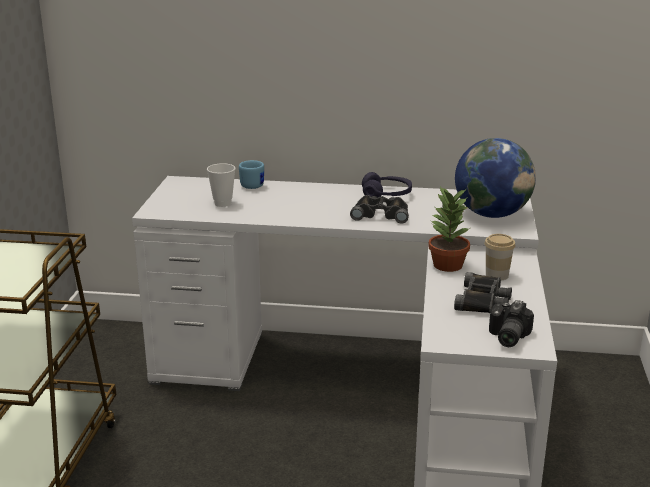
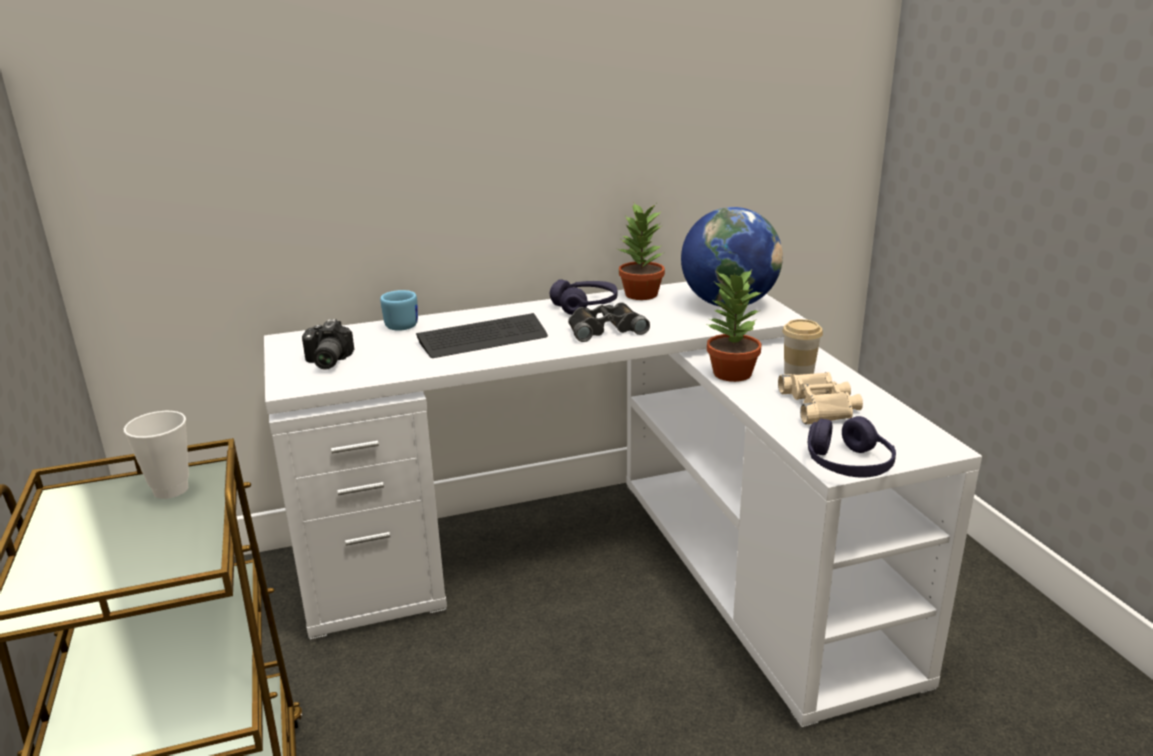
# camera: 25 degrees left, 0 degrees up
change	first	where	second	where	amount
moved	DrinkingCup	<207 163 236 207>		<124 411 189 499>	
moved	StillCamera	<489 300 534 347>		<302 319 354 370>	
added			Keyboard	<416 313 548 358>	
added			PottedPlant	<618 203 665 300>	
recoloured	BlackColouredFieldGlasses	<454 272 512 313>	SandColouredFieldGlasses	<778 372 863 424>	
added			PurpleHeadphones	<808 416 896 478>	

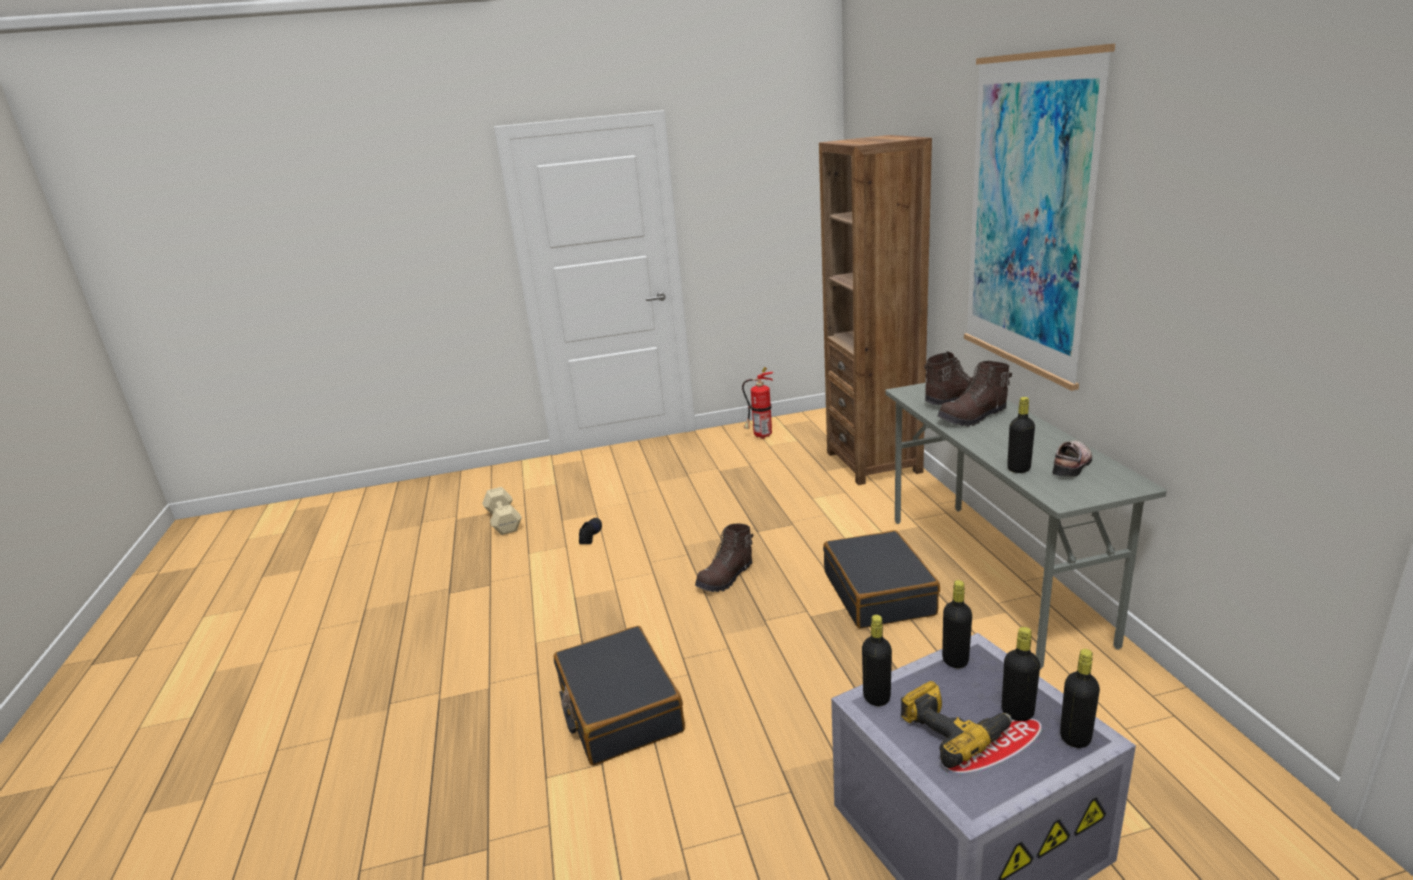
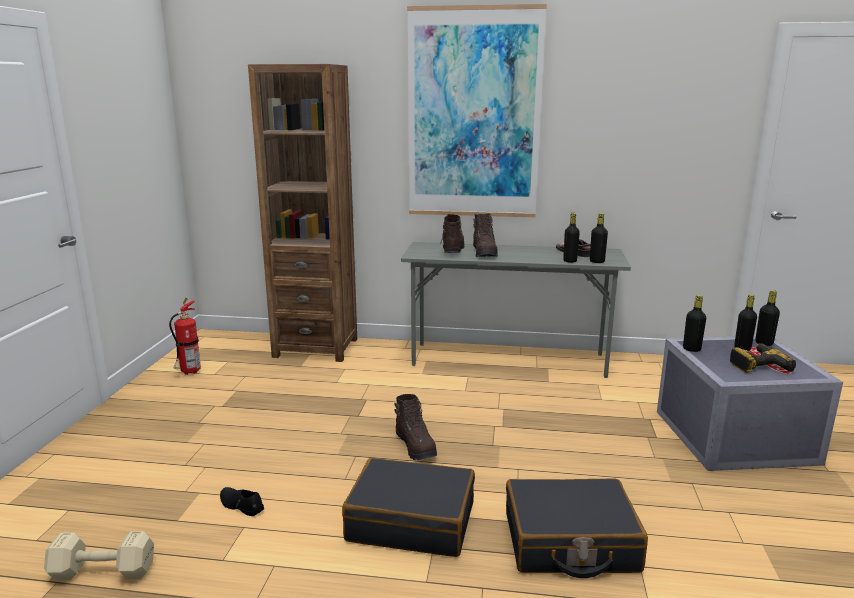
# camera: 70 degrees left, 5 degrees down
change	first	where	second	where	amount
moved	BlackColouredTravelCase	<823 530 940 628>		<342 458 475 557>	
moved	BlackColouredBeverageBottle	<862 615 892 706>		<590 213 608 263>	

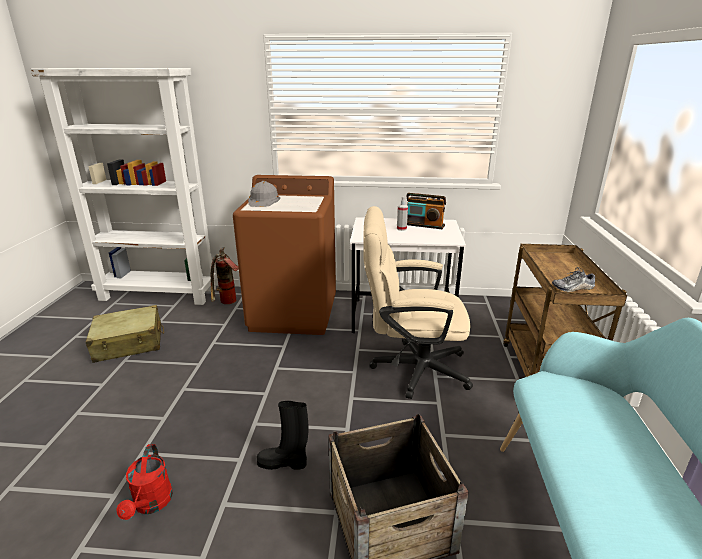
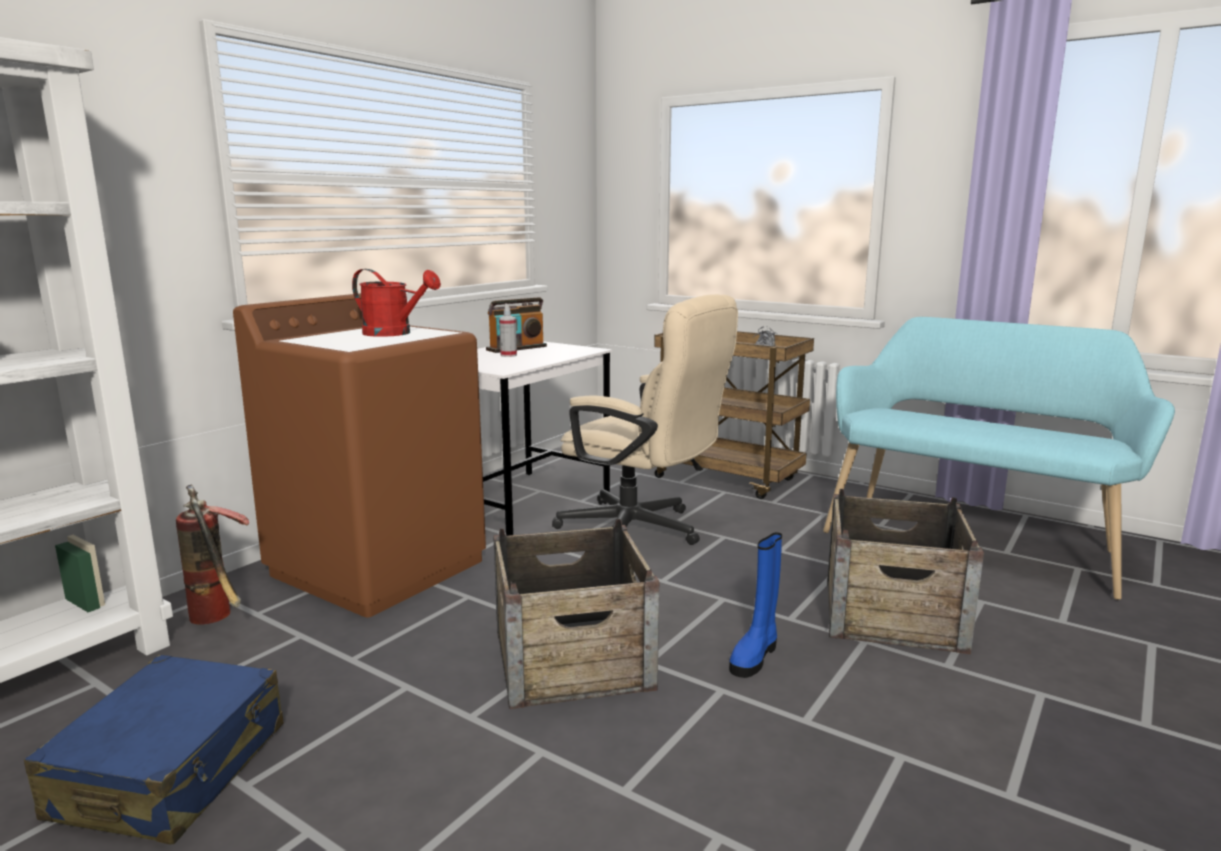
# camera: 60 degrees left, 10 degrees down
change	first	where	second	where	amount
recoloured	SandColouredTravelCase	<86 305 164 363>	BlueColouredTravelCase	<24 655 283 845>	
moved	ReddishSprinklingCan	<116 444 173 520>		<352 269 441 337>	
added			PackingCrate	<493 519 659 709>	
turned	SandColouredOfficeChair	<363 206 473 399>		<552 294 738 545>	90 degrees counterclockwise
recoloured	BlackColouredHighTopBoot	<257 401 308 470>	BlueColouredHighTopBoot	<729 532 782 678>	
removed	GreyHardHat	<248 181 280 207>			

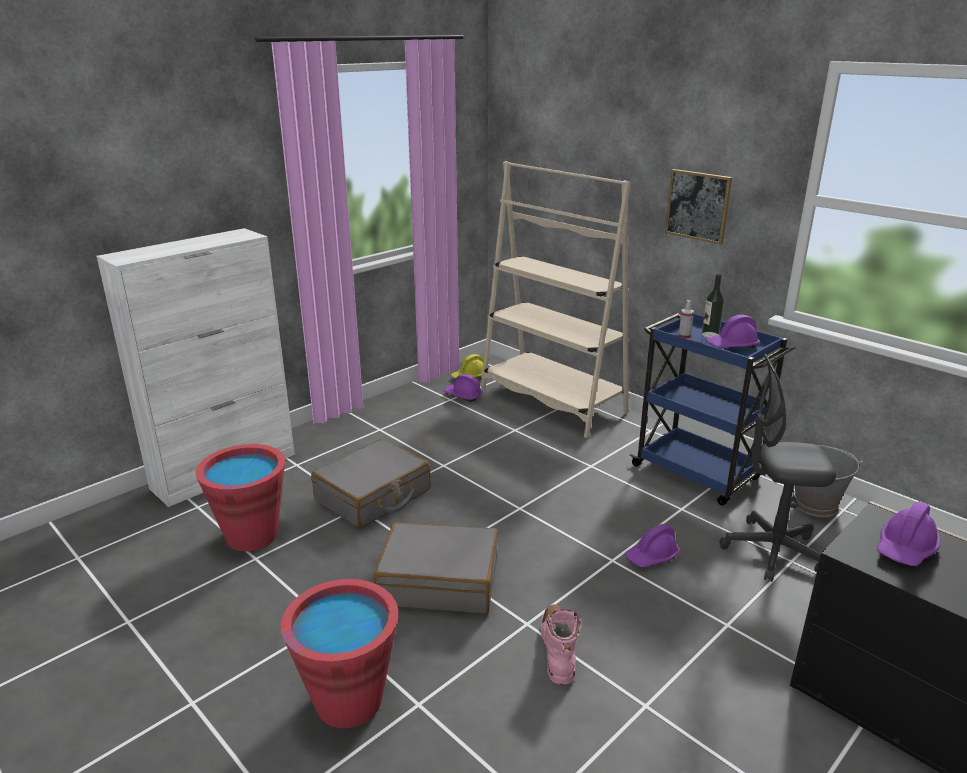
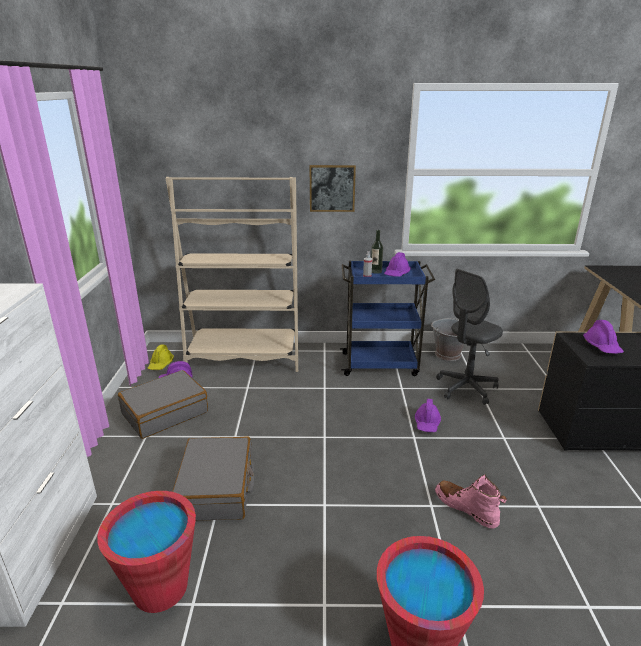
# camera: 45 degrees left, 0 degrees up
change	first	where	second	where	amount
moved	GreyTravelCase	<374 522 498 614>		<118 370 208 439>	

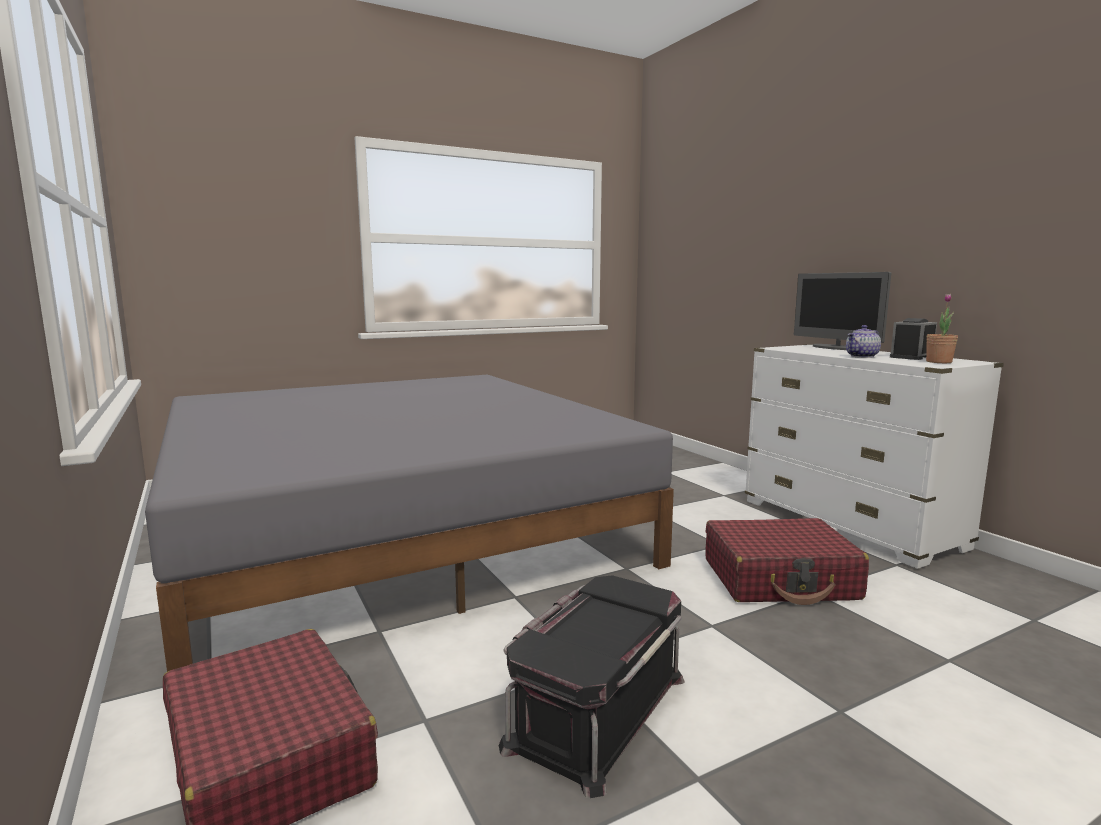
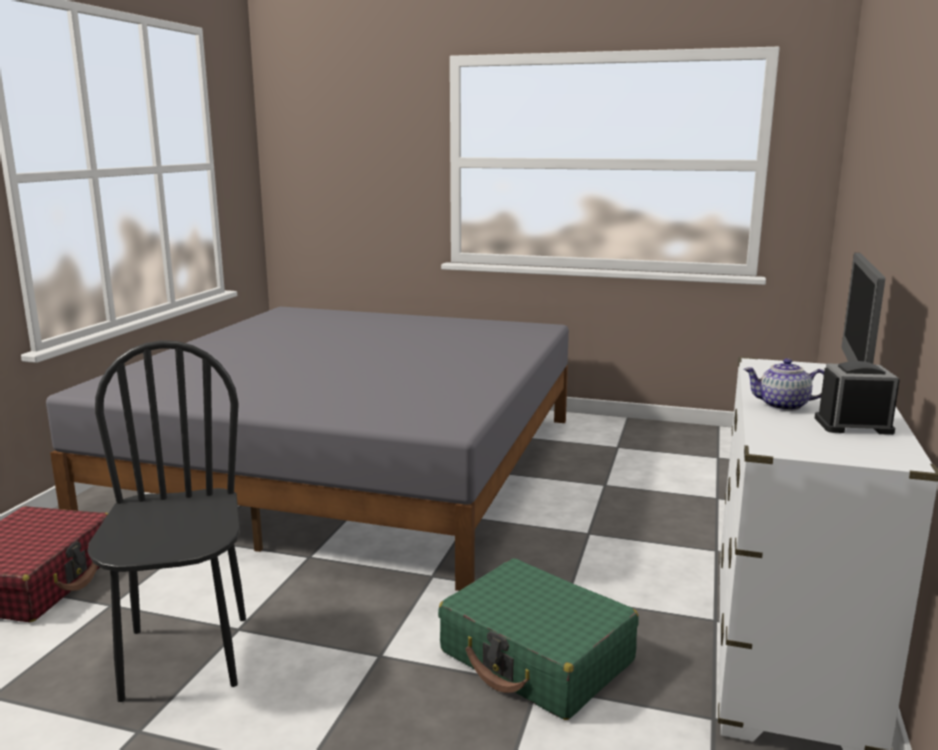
# camera: 45 degrees right, 5 degrees up
change	first	where	second	where	amount
replaced	BlackColouredStorageBin	<499 575 685 798>	BlackColouredChair	<88 340 246 702>	
recoloured	ReddishTravelCase	<705 518 869 605>	GreenColouredTravelCase	<438 558 638 720>	
removed	PottedPlant	<926 294 958 363>			

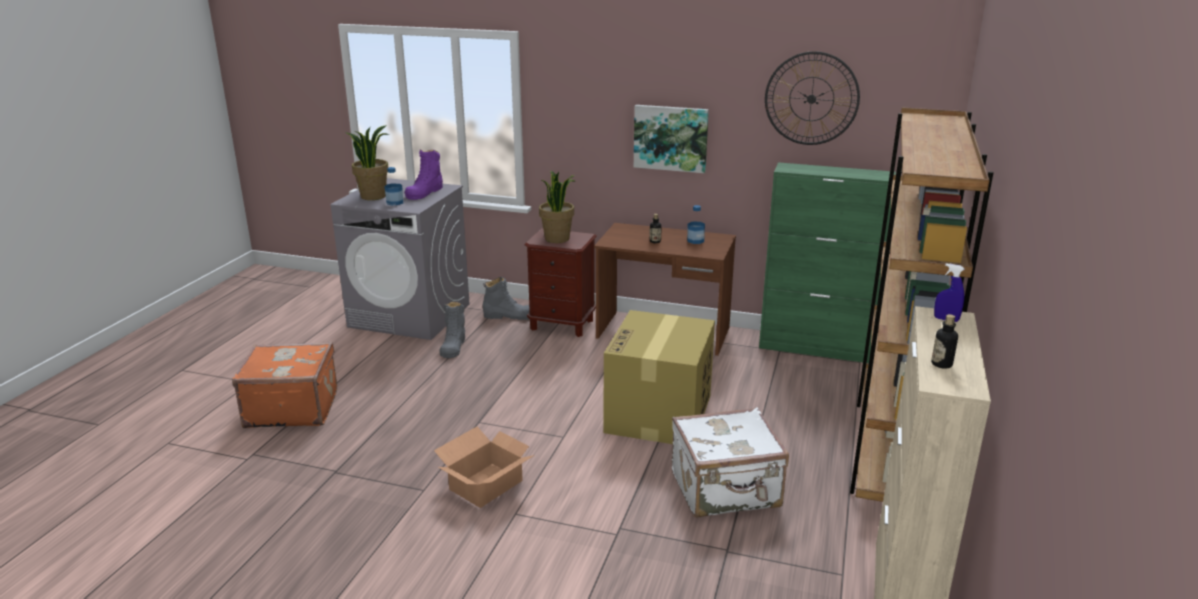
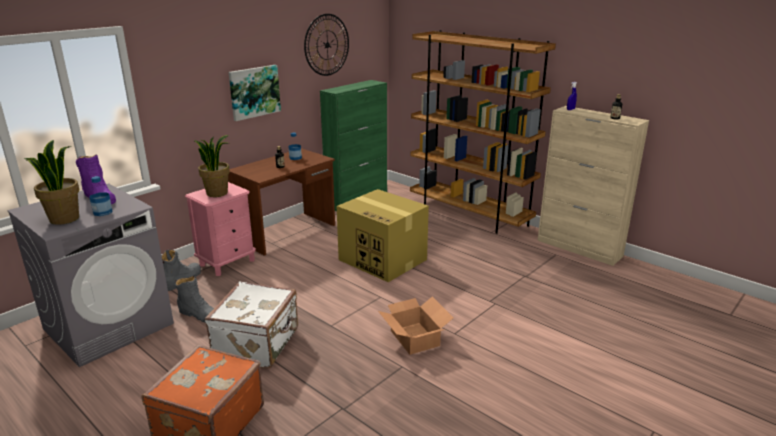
# camera: 65 degrees left, 0 degrees up
change	first	where	second	where	amount
recoloured	BrownishBedsideTable	<524 228 597 337>	PinkColouredBedsideTable	<185 182 256 276>	
moved	WhiteTravelCase	<672 407 789 518>		<205 281 298 369>	

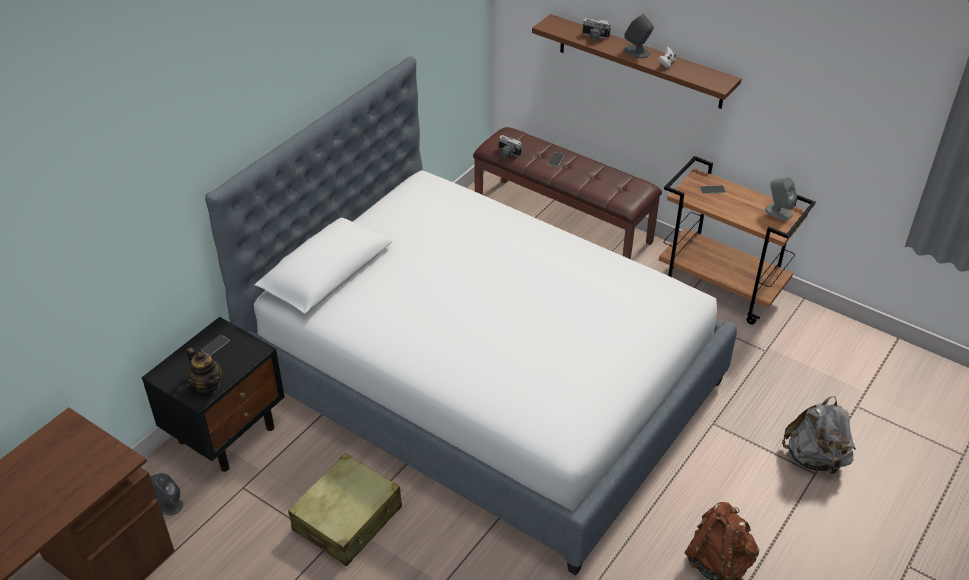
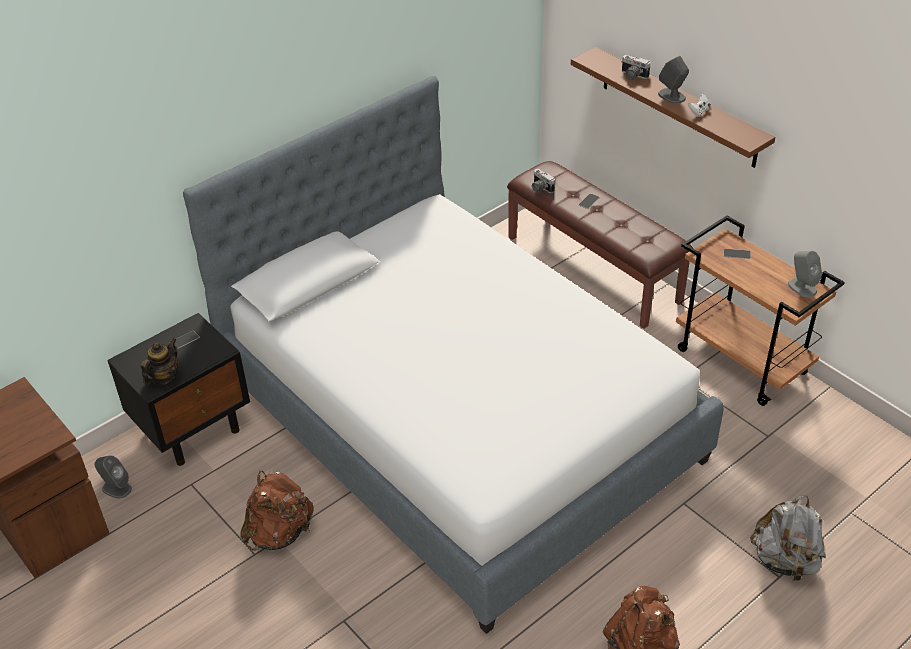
# camera: 15 degrees right, 0 degrees up
change	first	where	second	where	amount
turned	Teapot	<186 347 222 394>		<141 338 178 386>	120 degrees counterclockwise
replaced	SandColouredTravelCase	<288 453 402 566>	BrownishKnapsack	<240 471 314 551>	

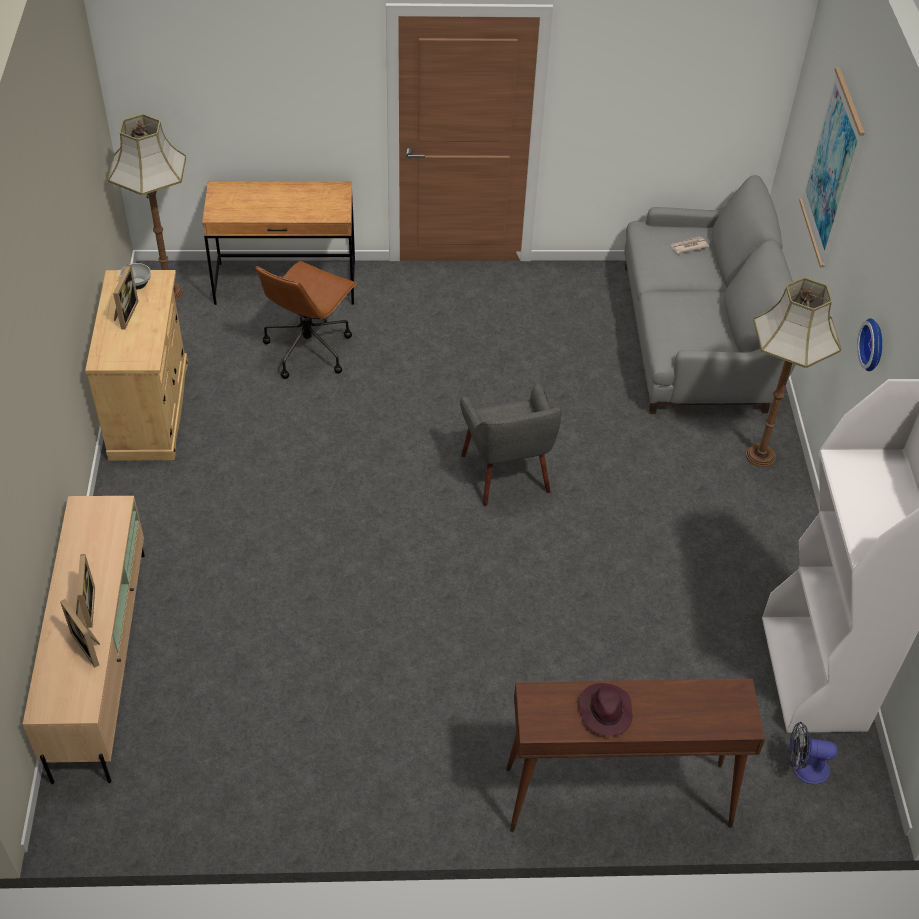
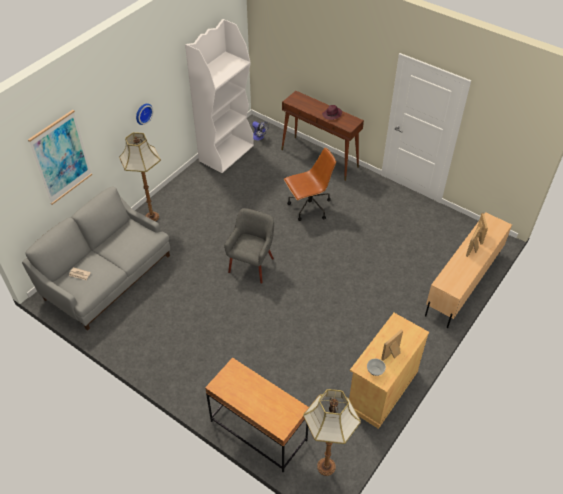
# camera: 140 degrees left, 0 degrees up
change	first	where	second	where	amount
moved	BrownishOfficeChair	<255 261 357 379>		<284 148 336 221>	

